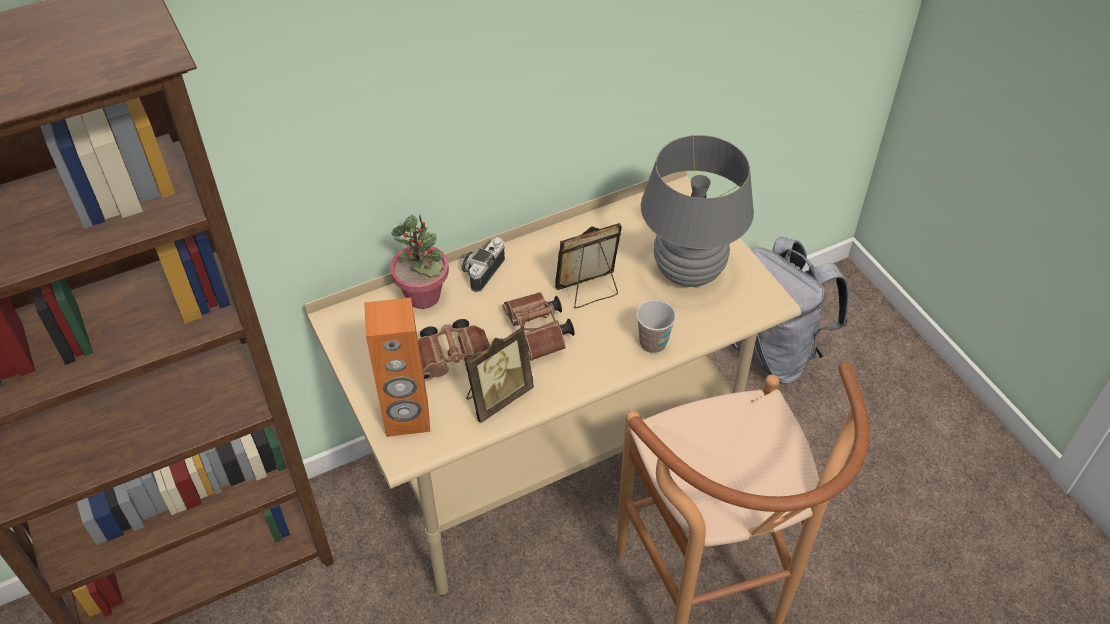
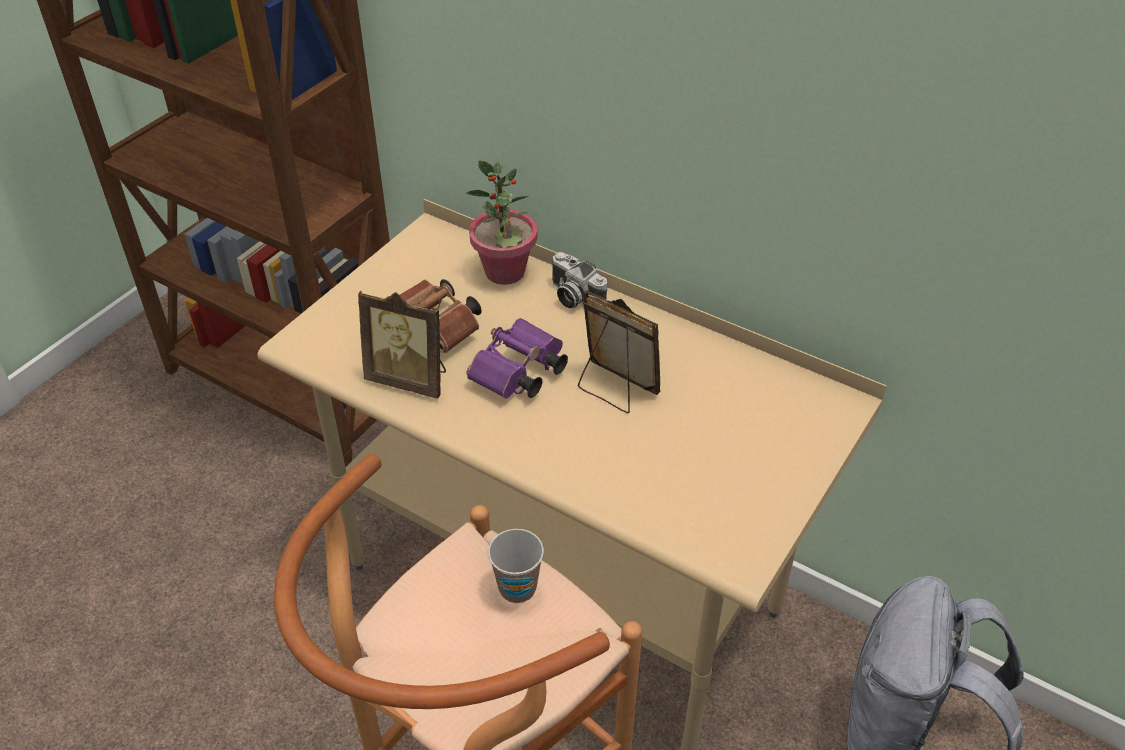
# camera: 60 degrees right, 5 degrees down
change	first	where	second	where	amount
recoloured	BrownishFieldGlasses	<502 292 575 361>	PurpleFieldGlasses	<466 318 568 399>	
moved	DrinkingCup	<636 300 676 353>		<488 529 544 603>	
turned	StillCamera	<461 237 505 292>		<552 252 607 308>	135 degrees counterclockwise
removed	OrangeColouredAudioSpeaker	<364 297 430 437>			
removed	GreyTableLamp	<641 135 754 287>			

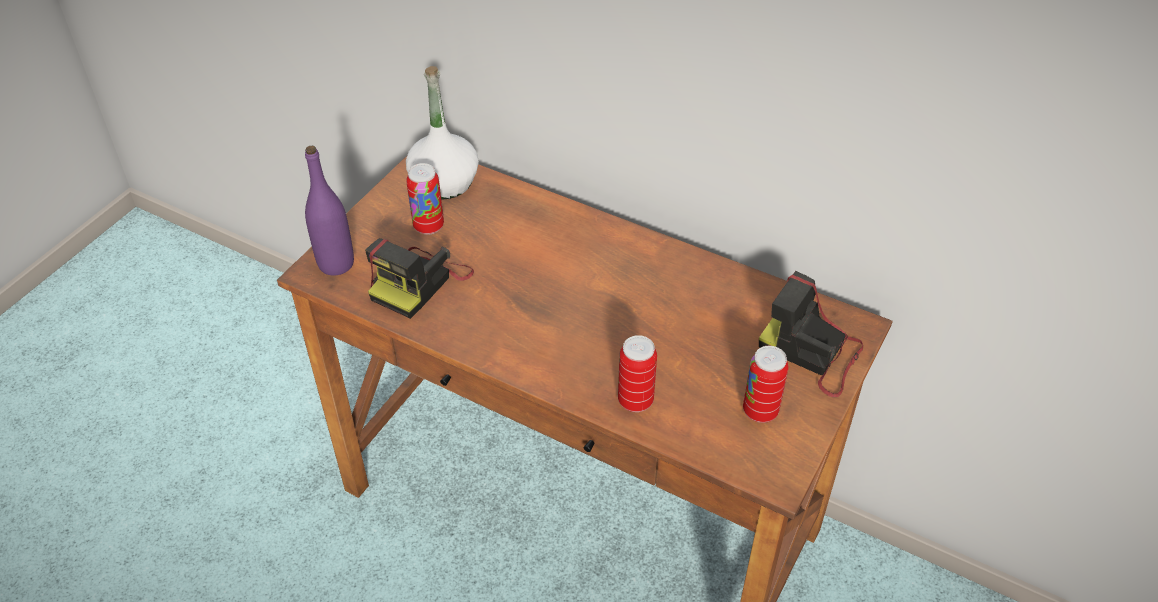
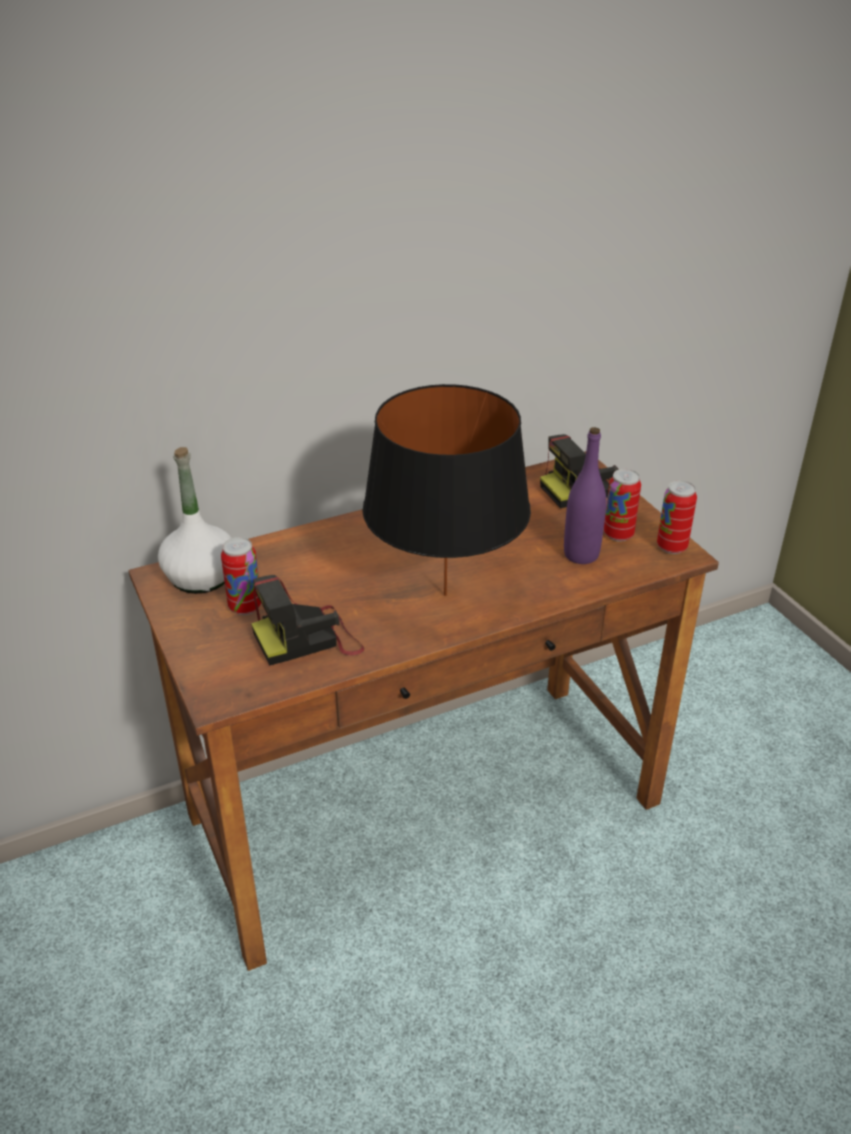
# camera: 55 degrees left, 10 degrees down
change	first	where	second	where	amount
turned	StillCamera	<365 238 474 319>		<251 575 364 666>	90 degrees clockwise
added			BlackColouredTableLamp	<363 384 531 596>	
moved	PurpleBeverageBottle	<305 146 354 276>		<564 427 606 564>	
moved	MetalCan	<618 335 657 412>		<657 480 697 554>	

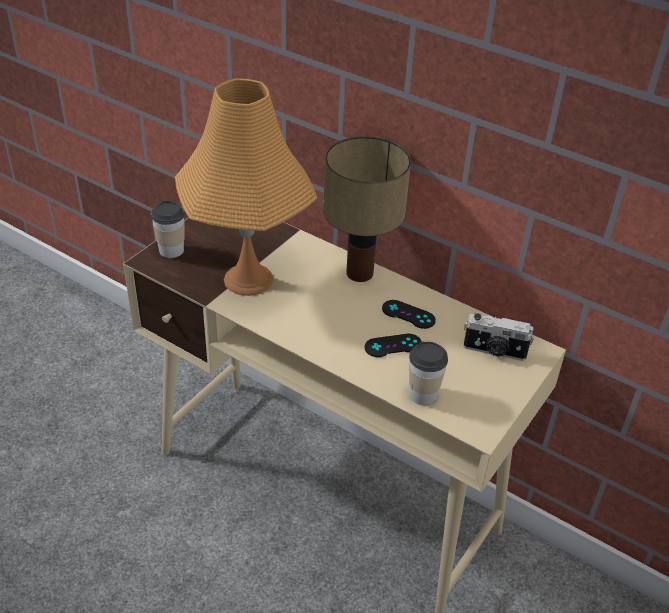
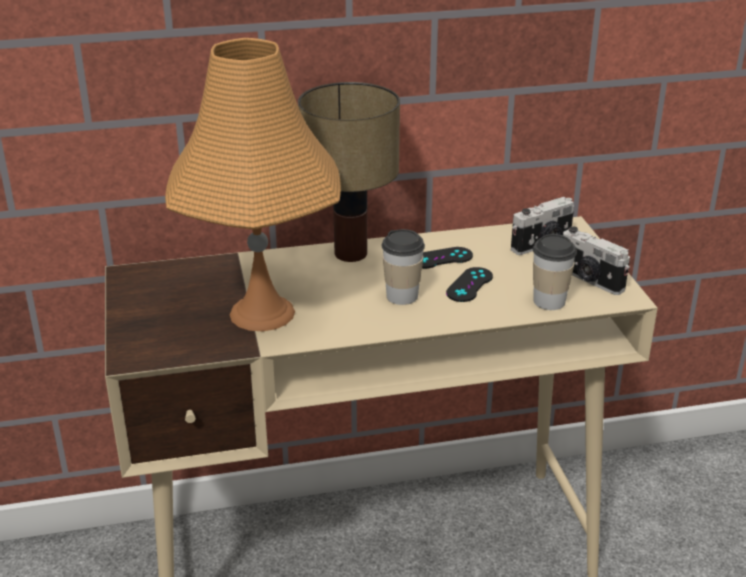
# camera: 45 degrees left, 10 degrees down
change	first	where	second	where	amount
moved	DrinkingCup	<151 201 184 258>		<382 229 425 305>	
added			StillCamera	<563 226 630 295>	

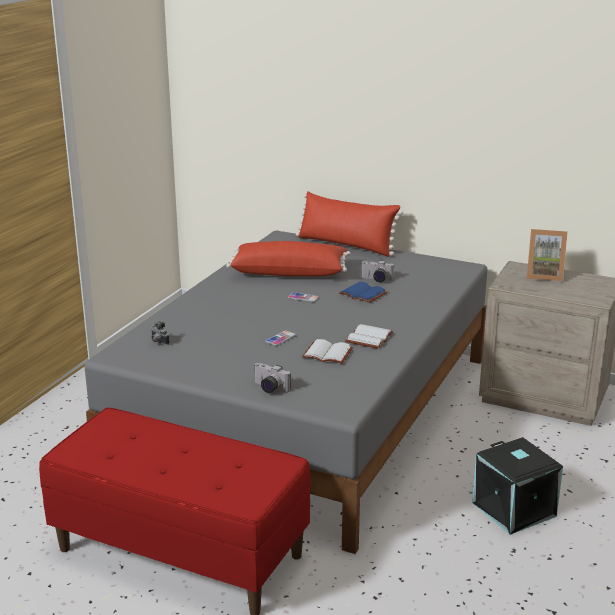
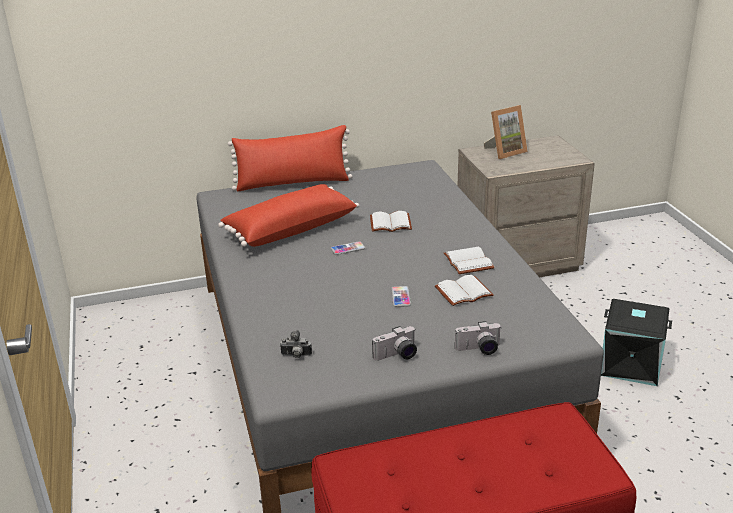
# camera: 40 degrees left, 5 degrees up
change	first	where	second	where	amount
recoloured	BlueColouredBoundBook	<339 282 387 303>	WhiteBoundBook	<370 211 412 232>	
moved	StillCamera	<361 260 394 282>		<372 326 417 361>	

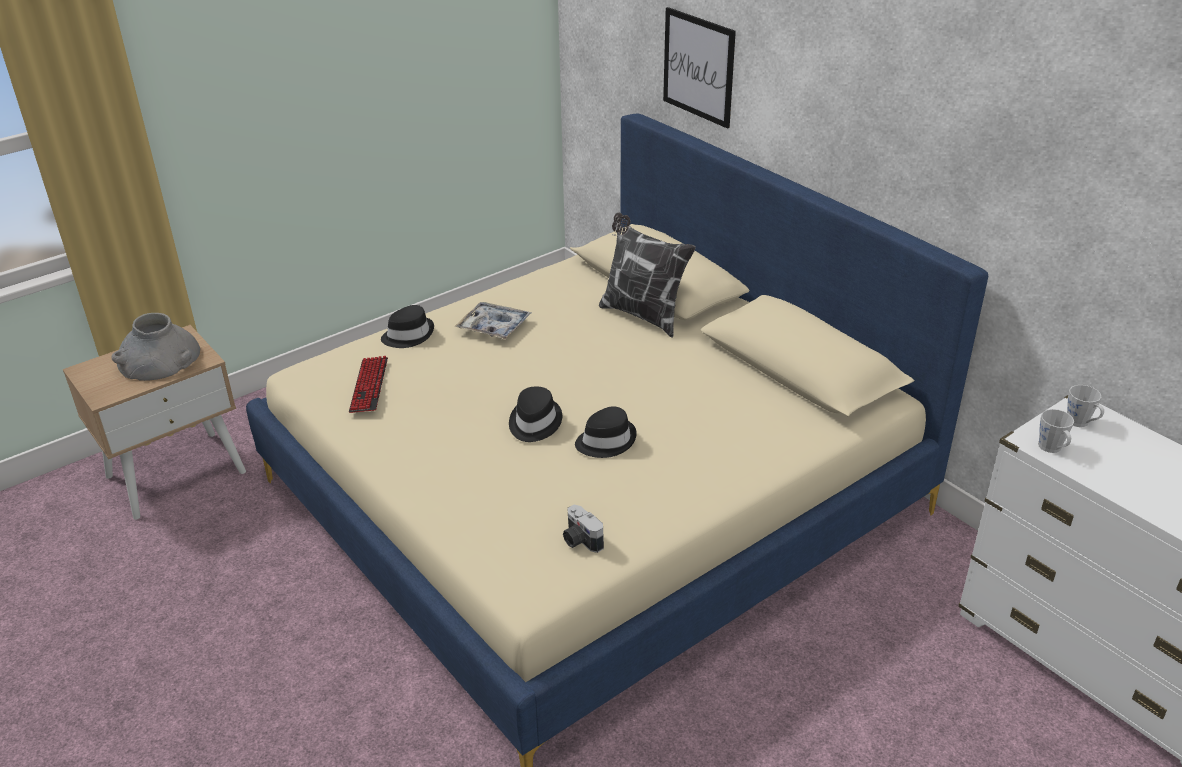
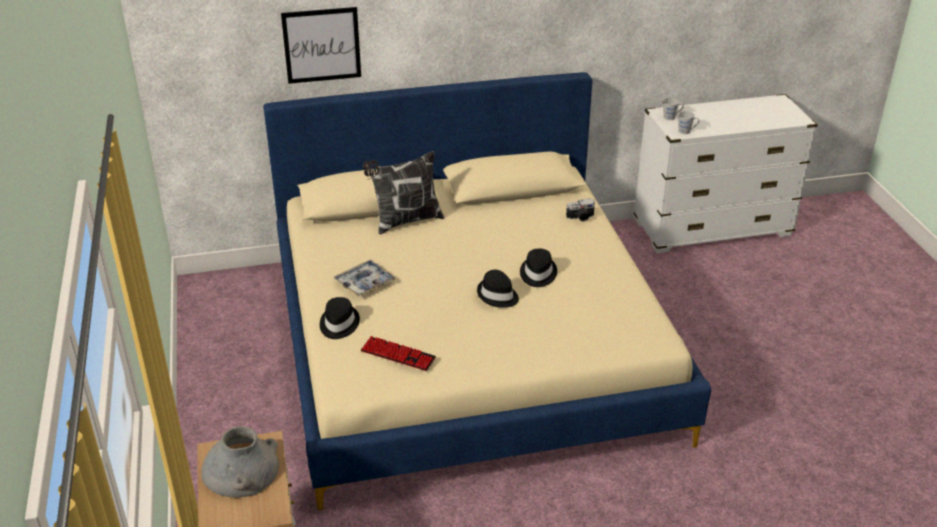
# camera: 65 degrees left, 0 degrees up
change	first	where	second	where	amount
moved	StillCamera	<563 505 604 553>		<566 199 595 222>	

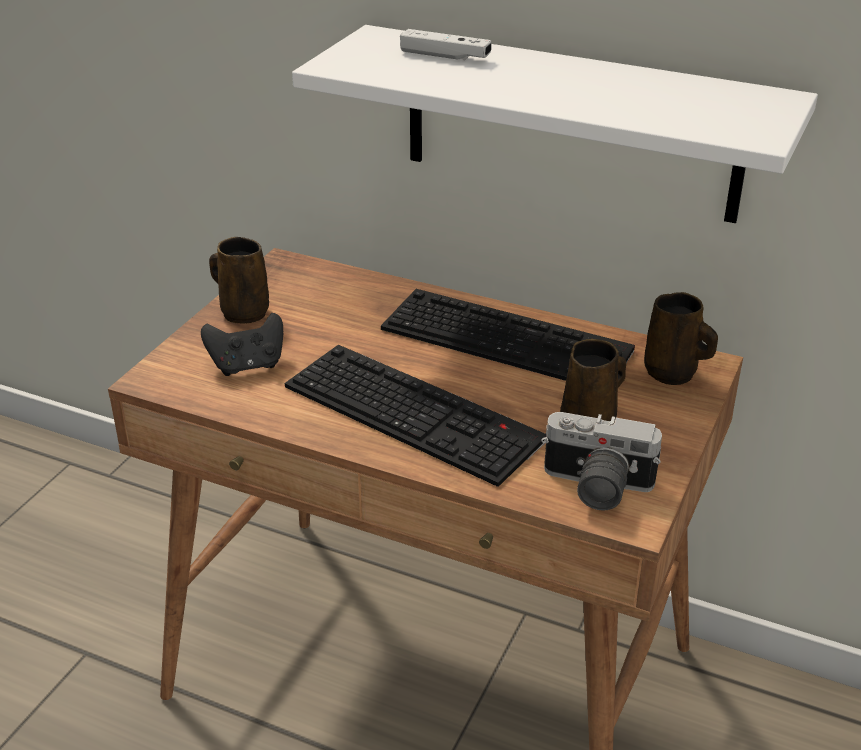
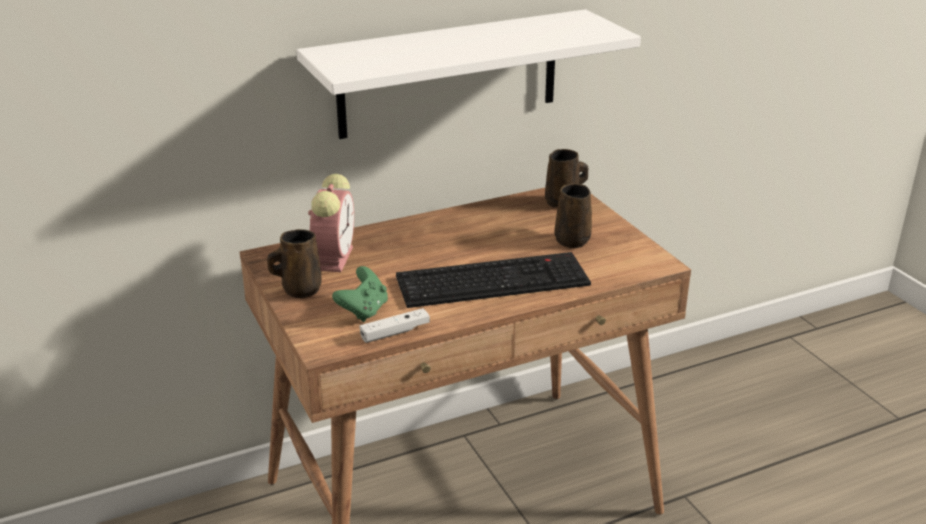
# camera: 50 degrees left, 5 degrees down
change	first	where	second	where	amount
added			BedsideClock	<308 174 354 272>	
recoloured	BlackColouredJoypad	<201 313 283 376>	GreenColouredJoypad	<332 266 388 322>	
moved	WhiteJoypad	<400 29 491 61>		<359 308 430 343>	
removed	Keyboard	<381 289 635 381>			
removed	StillCamera	<541 412 662 511>			

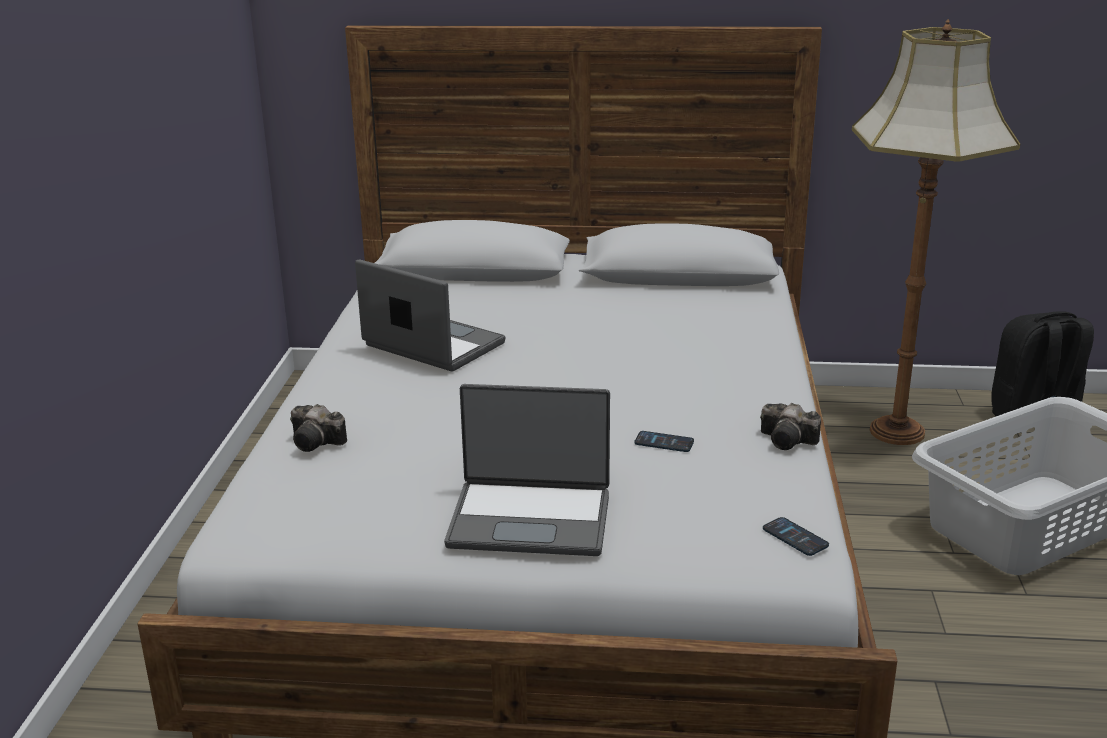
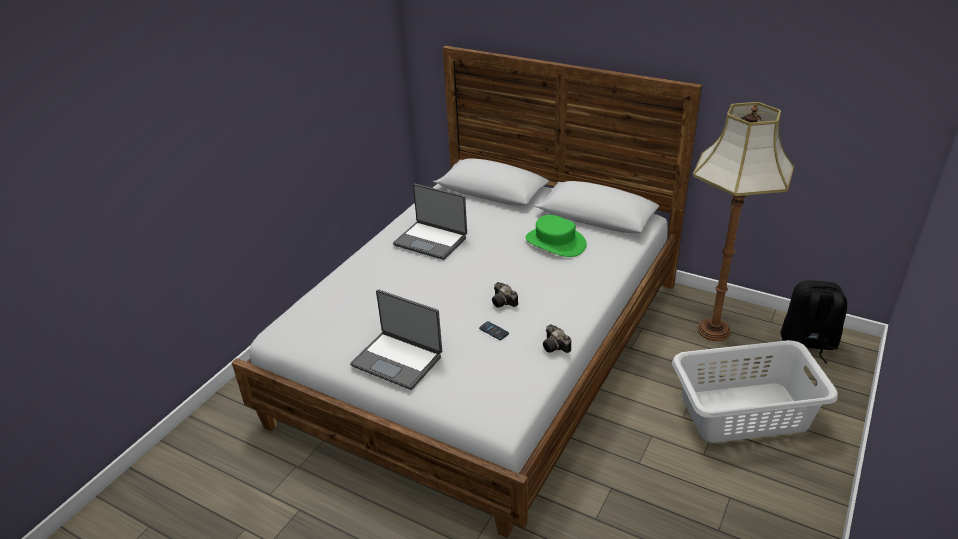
# camera: 25 degrees right, 10 degrees up
change	first	where	second	where	amount
turned	NotebookComputer	<355 259 505 371>		<393 184 467 260>	150 degrees clockwise
moved	StillCamera	<290 404 347 452>		<492 282 518 308>	
added			GreenColouredClothingHat	<525 215 587 257>	
removed	Handset	<763 517 829 556>			

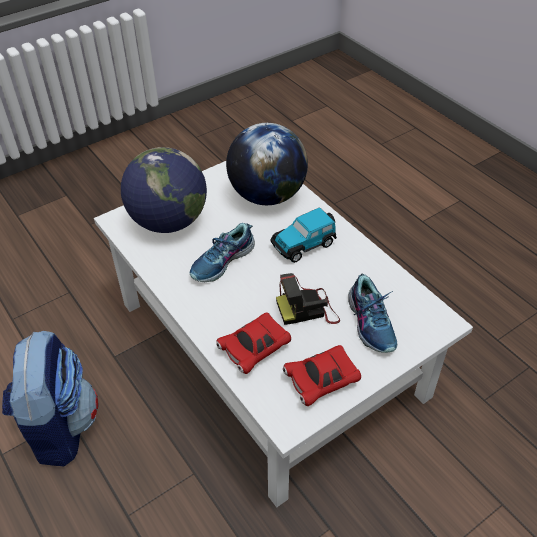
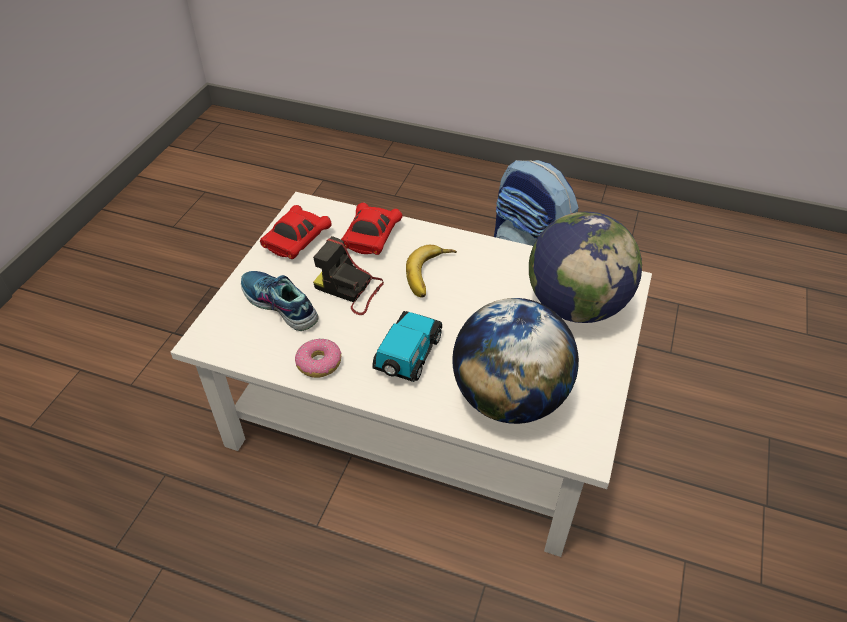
# camera: 145 degrees right, 0 degrees up
change	first	where	second	where	amount
added			Doughnut	<295 338 341 378>	
turned	StillCamera	<276 273 340 325>		<313 236 384 315>	105 degrees counterclockwise
added			Banana	<406 245 457 298>	
removed	Shoe	<190 223 255 282>			

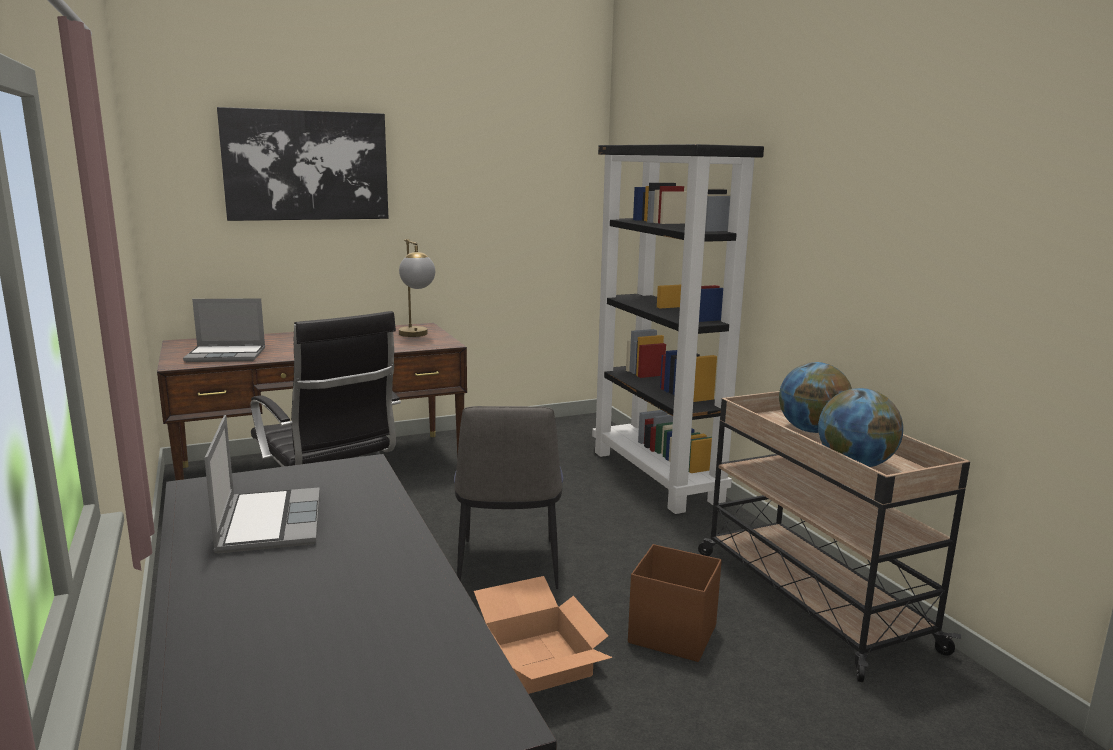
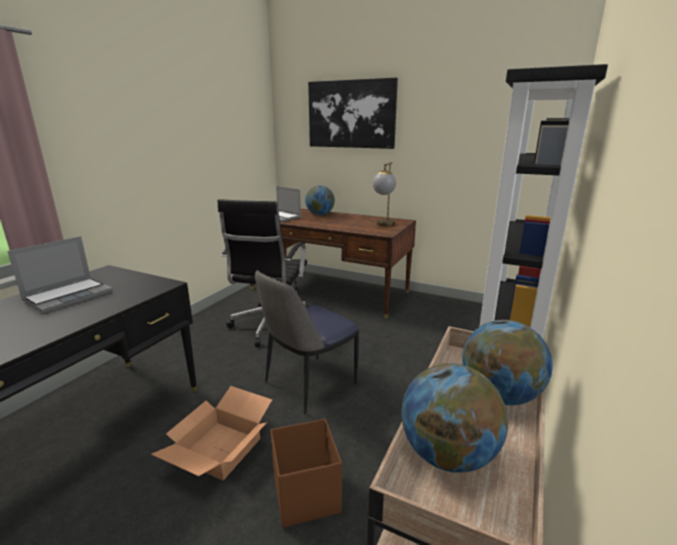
# camera: 50 degrees right, 5 degrees up
change	first	where	second	where	amount
added			Globe	<305 185 335 215>	

